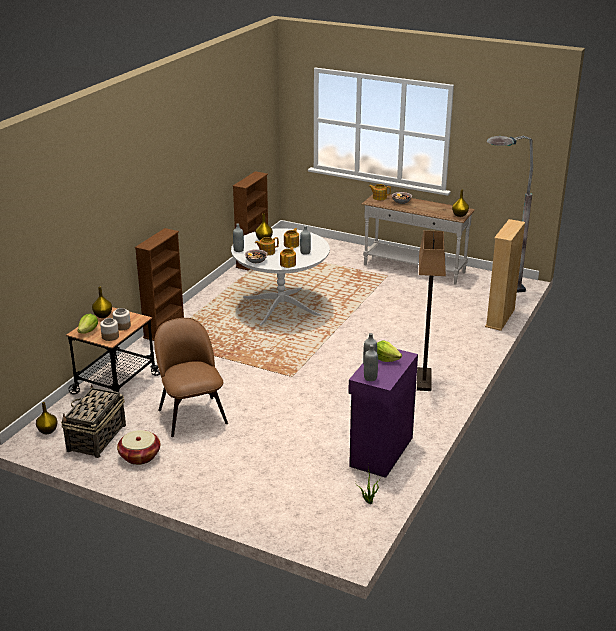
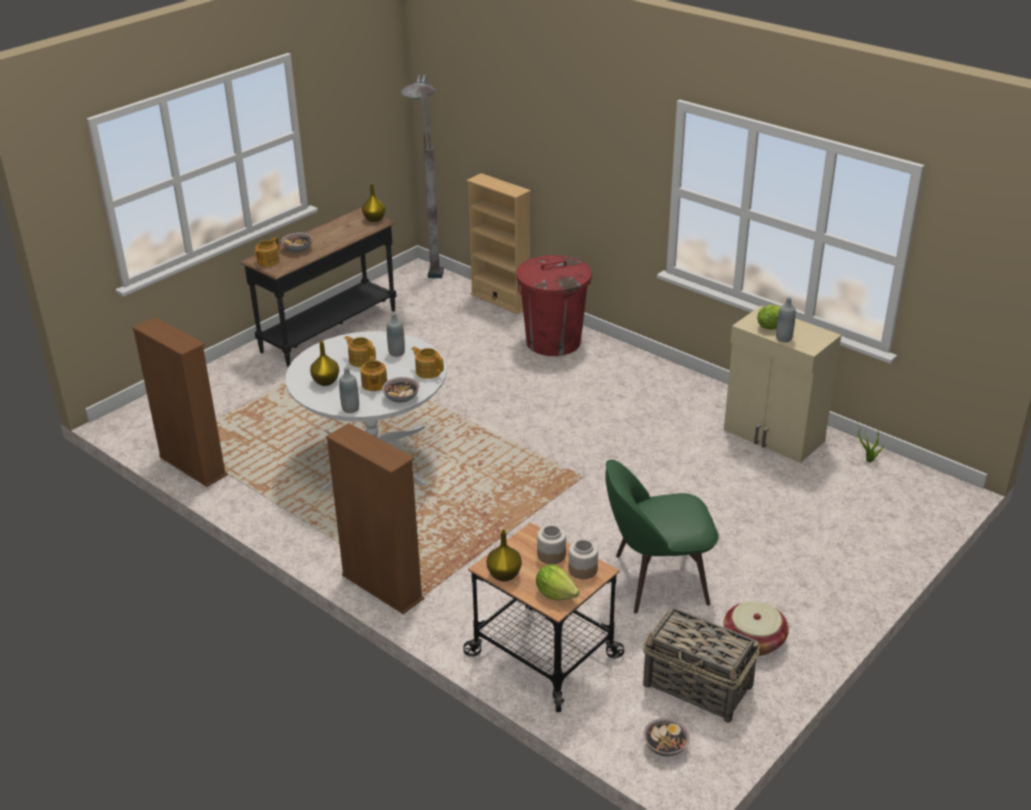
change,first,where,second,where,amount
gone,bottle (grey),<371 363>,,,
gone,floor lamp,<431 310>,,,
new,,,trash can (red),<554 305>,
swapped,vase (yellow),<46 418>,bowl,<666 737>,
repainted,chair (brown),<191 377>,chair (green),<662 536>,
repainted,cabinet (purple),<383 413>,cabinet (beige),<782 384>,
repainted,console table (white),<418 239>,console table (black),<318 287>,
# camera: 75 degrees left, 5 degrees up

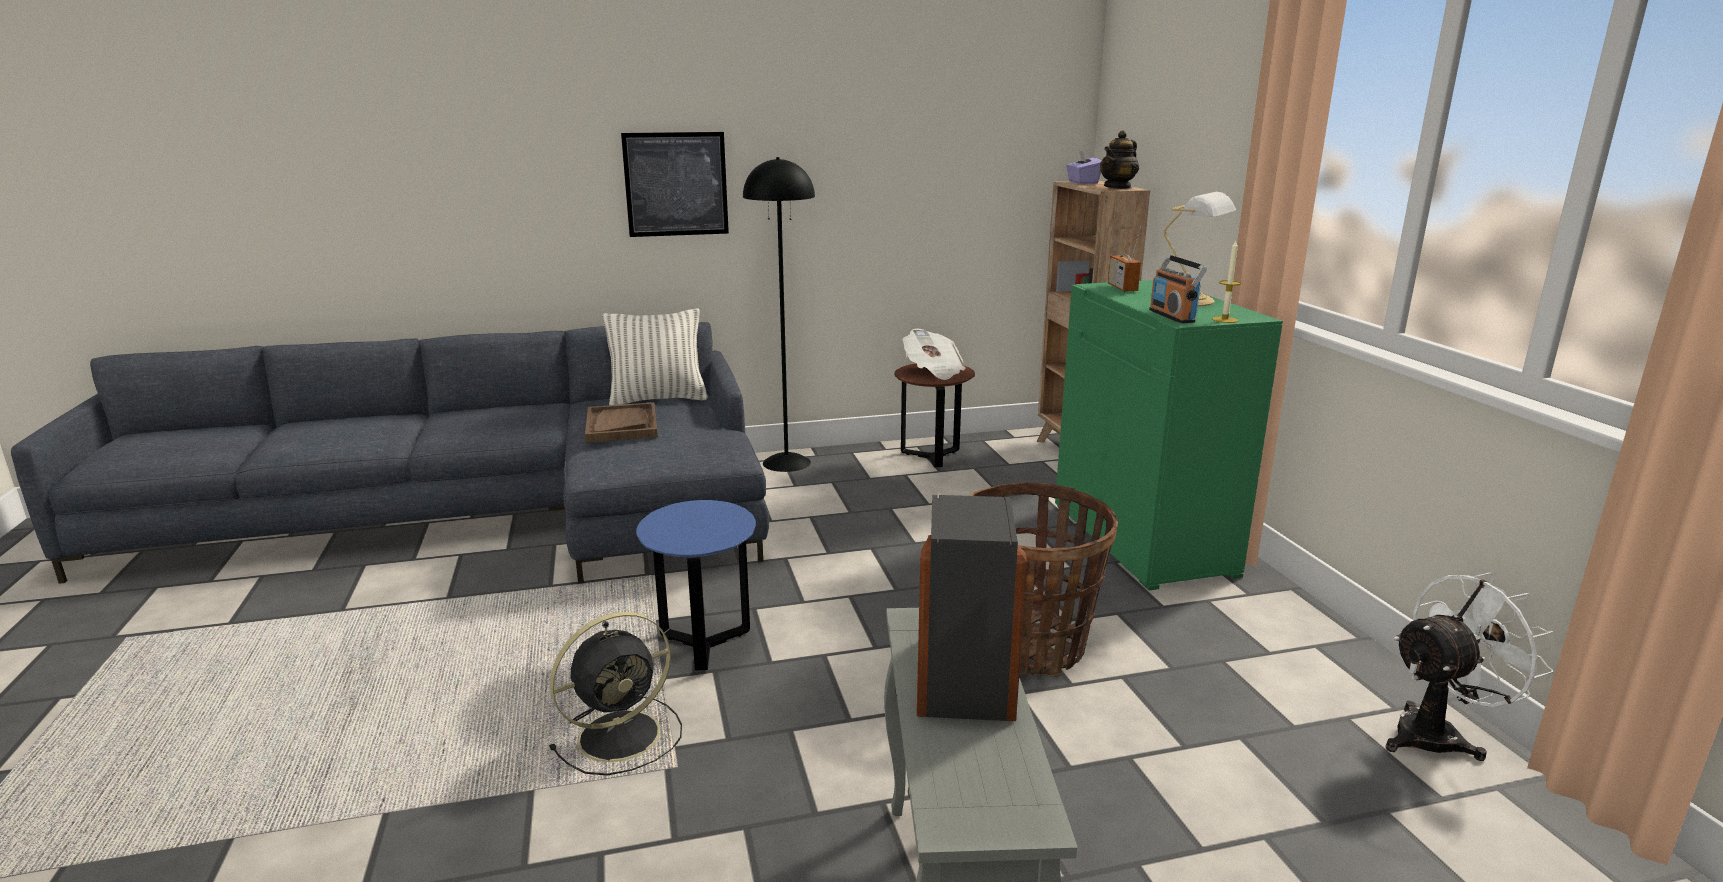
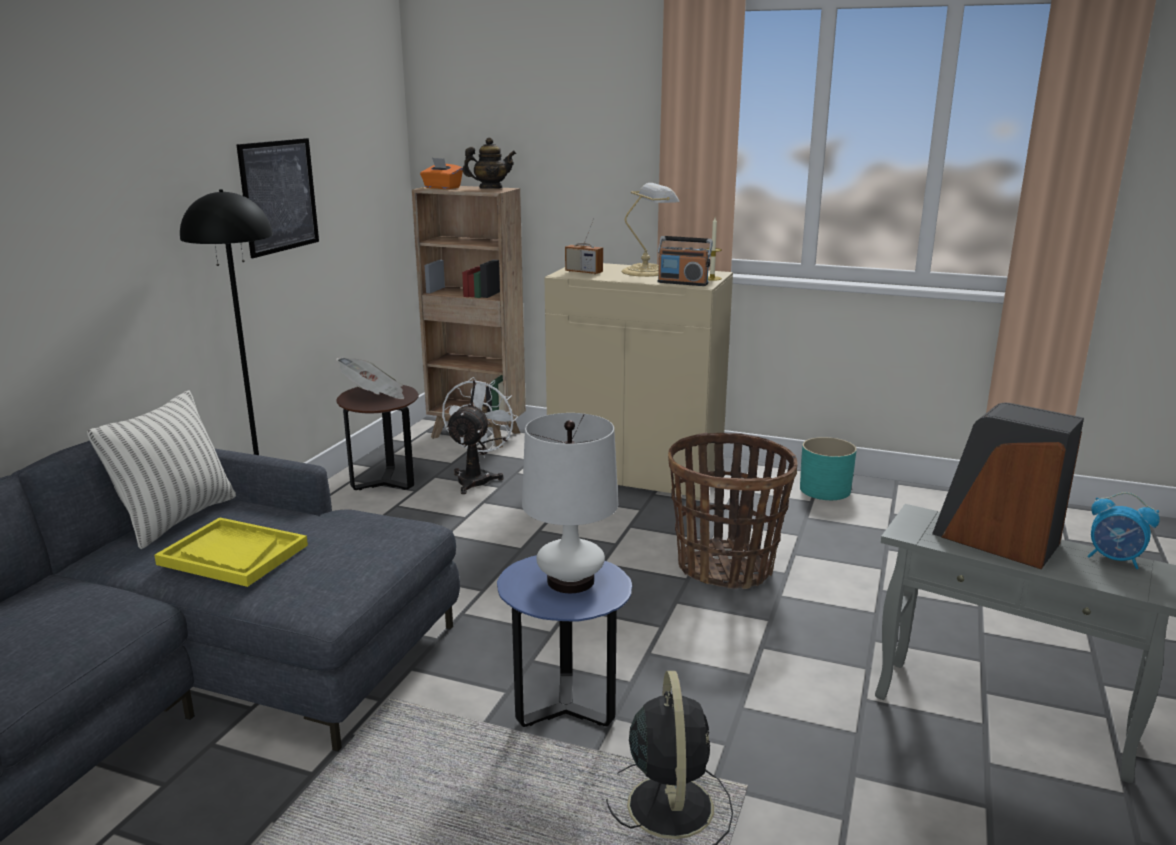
change,first,where,second,where,amount
new,,,table lamp (white),<570 503>,
new,,,planter (turquoise),<828 468>,
new,,,alarm clock,<1123 530>,
shifted,picture,<675 184>,,<277 198>,
shifted,fan (white),<1469 666>,,<480 435>,
repainted,tray (brown),<621 422>,tray (yellow),<231 552>,
repainted,cabinet (green),<1169 435>,cabinet (beige),<639 381>,
repainted,tissue box (purple),<1083 167>,tissue box (orange),<441 173>,
rotated,teapot,<1119 159>,,<489 163>,90 degrees counterclockwise
# camera: 55 degrees left, 0 degrees up

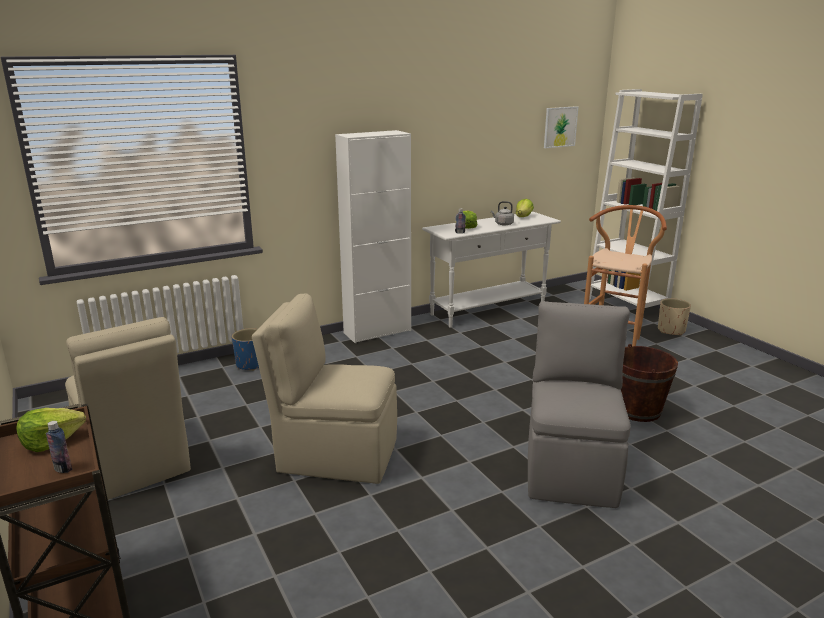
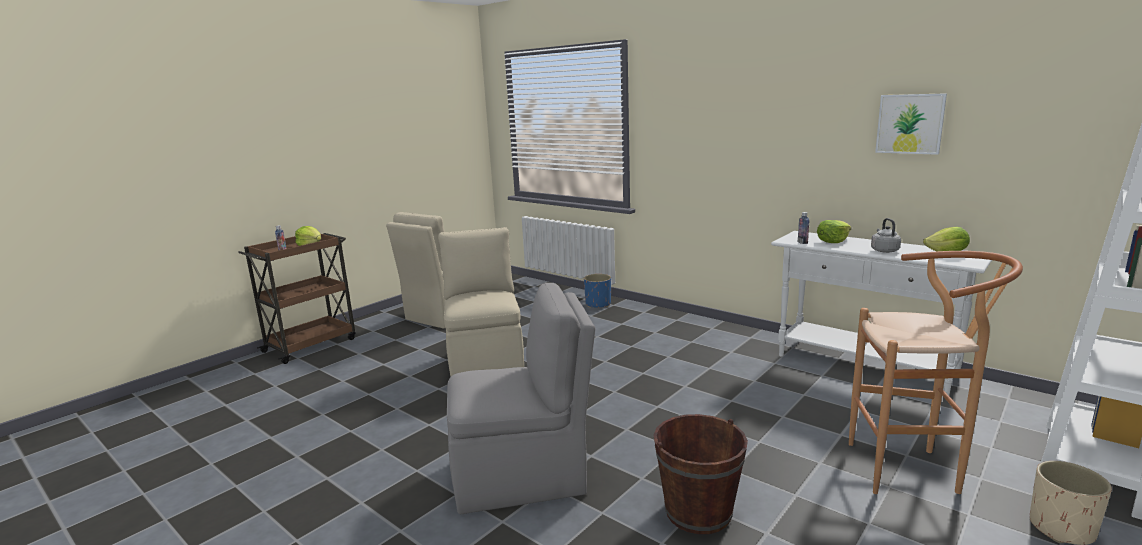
change,first,where,second,where,amount
gone,cabinet (white),<373 236>,,,
shifted,picture,<561 127>,,<911 124>,
# camera: 70 degrees right, 5 degrees down

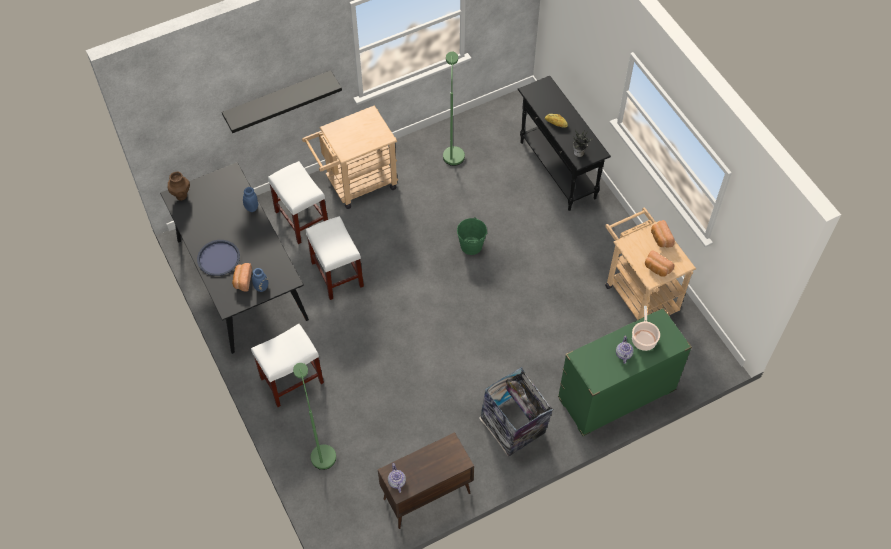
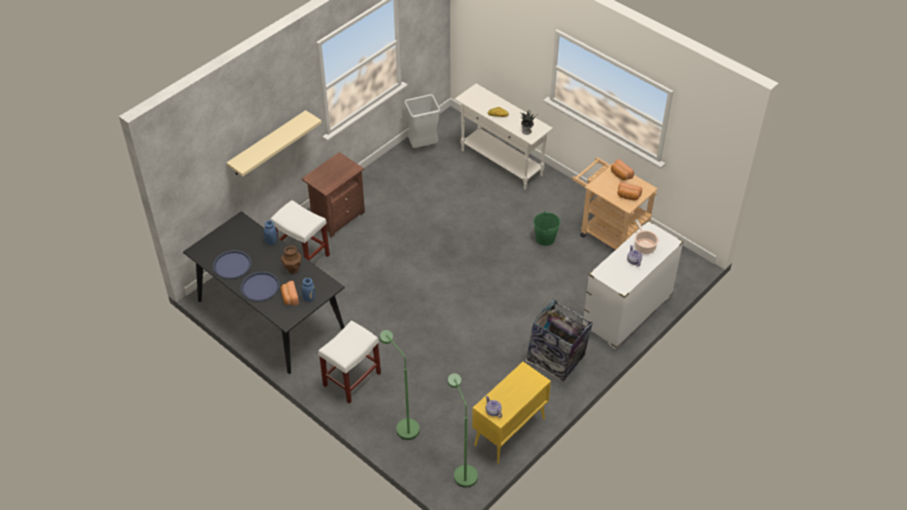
change,first,where,second,where,amount
gone,stool (white),<335 258>,,,
new,,,tray (blue),<232 264>,
new,,,trash can (grey),<422 121>,
shifted,vase (brown),<179 186>,,<291 260>,
shifted,floor lamp (green),<454 109>,,<462 430>,
shifted,bucket (green),<472 236>,,<547 228>,
swapped,cart (beige),<350 157>,nightstand (brown),<333 194>,
repainted,shelf (black),<282 101>,shelf (beige),<274 143>,
repainted,cabinet (brown),<426 480>,cabinet (yellow),<511 413>,
repainted,console table (black),<564 143>,console table (white),<504 136>,
repainted,dresser (green),<625 372>,dresser (white),<632 285>,
# camera: 20 degrees left, 10 degrees down

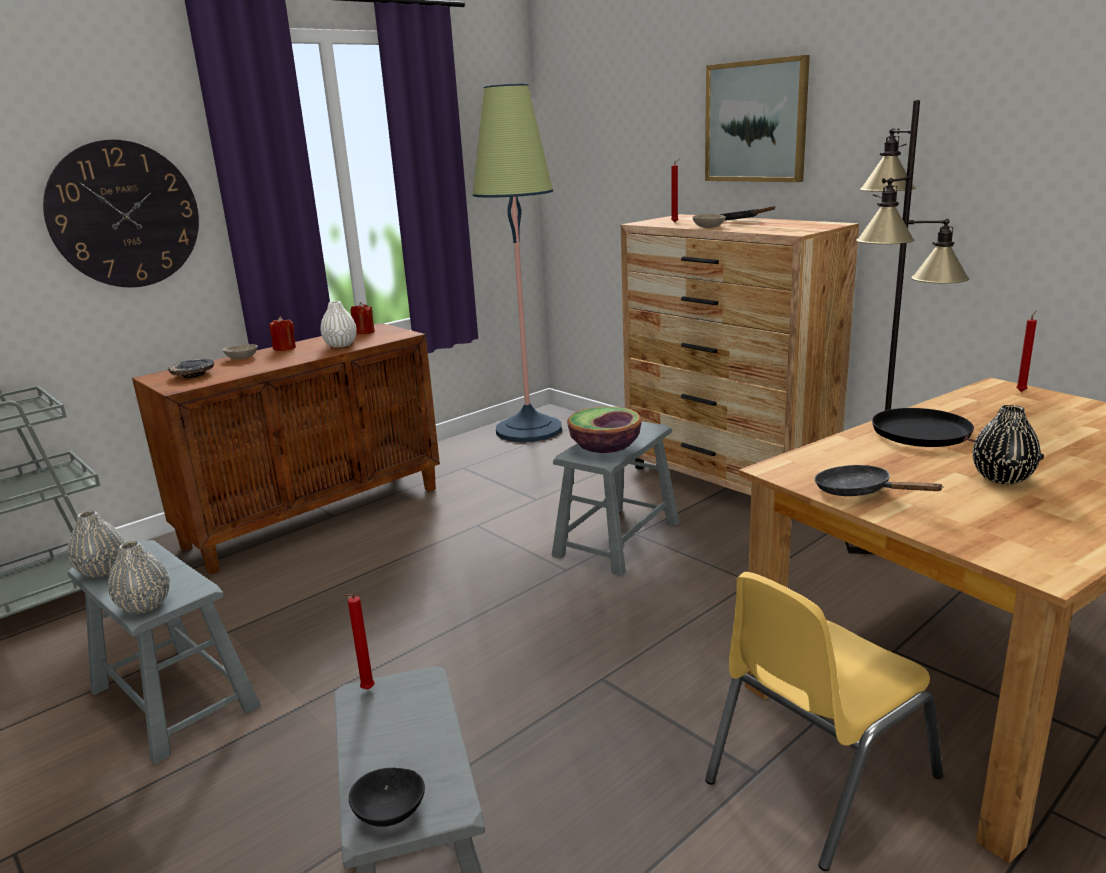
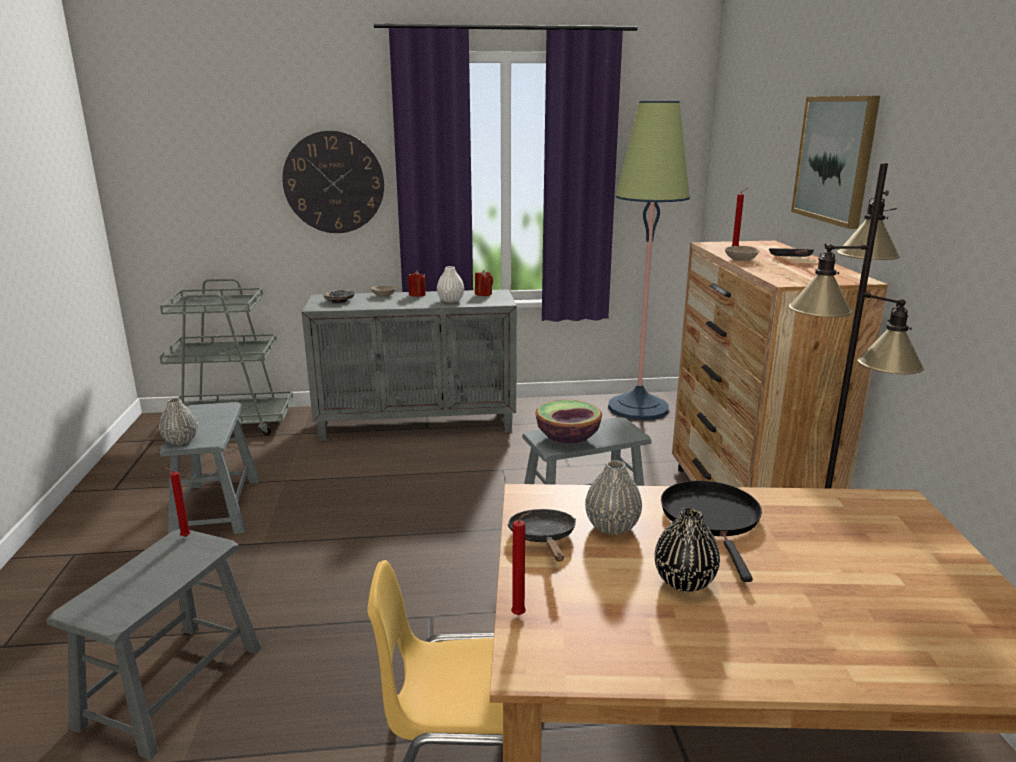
change,first,where,second,where,amount
gone,bowl (black),<387 797>,,,
shifted,vase (grey),<95 543>,,<613 497>,
shifted,candle (red),<1026 351>,,<521 563>,
repainted,cabinet (brown),<286 449>,cabinet (grey),<409 365>,
# camera: 35 degrees right, 0 degrees up

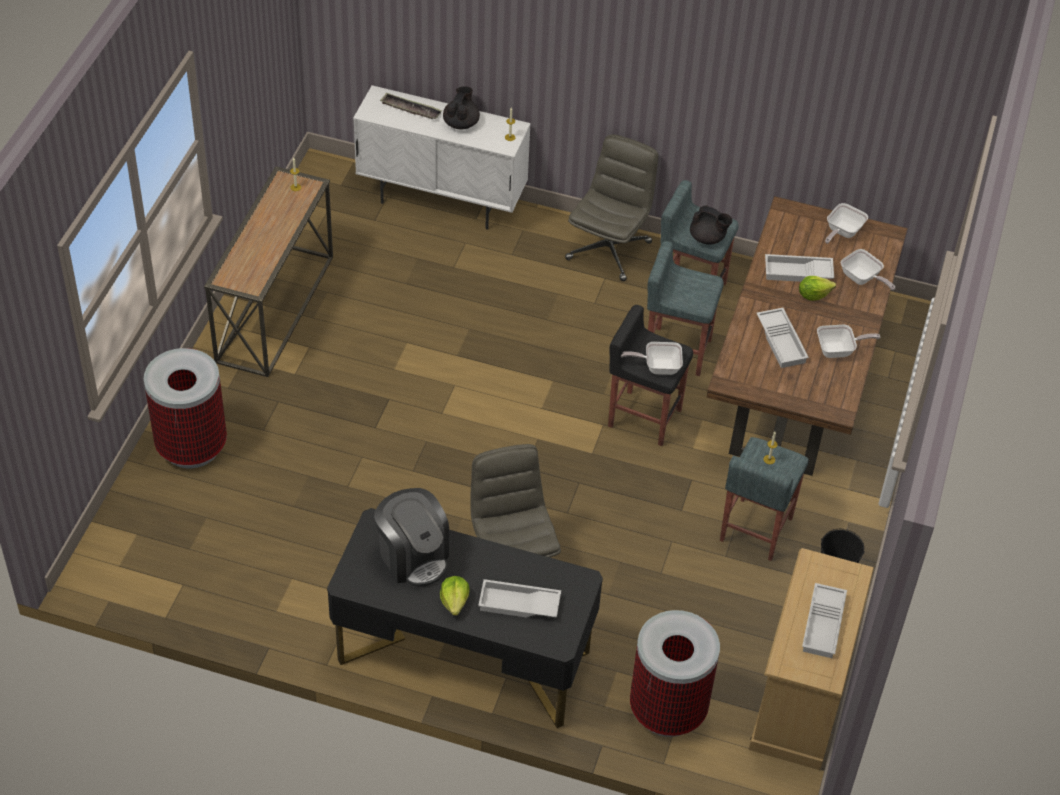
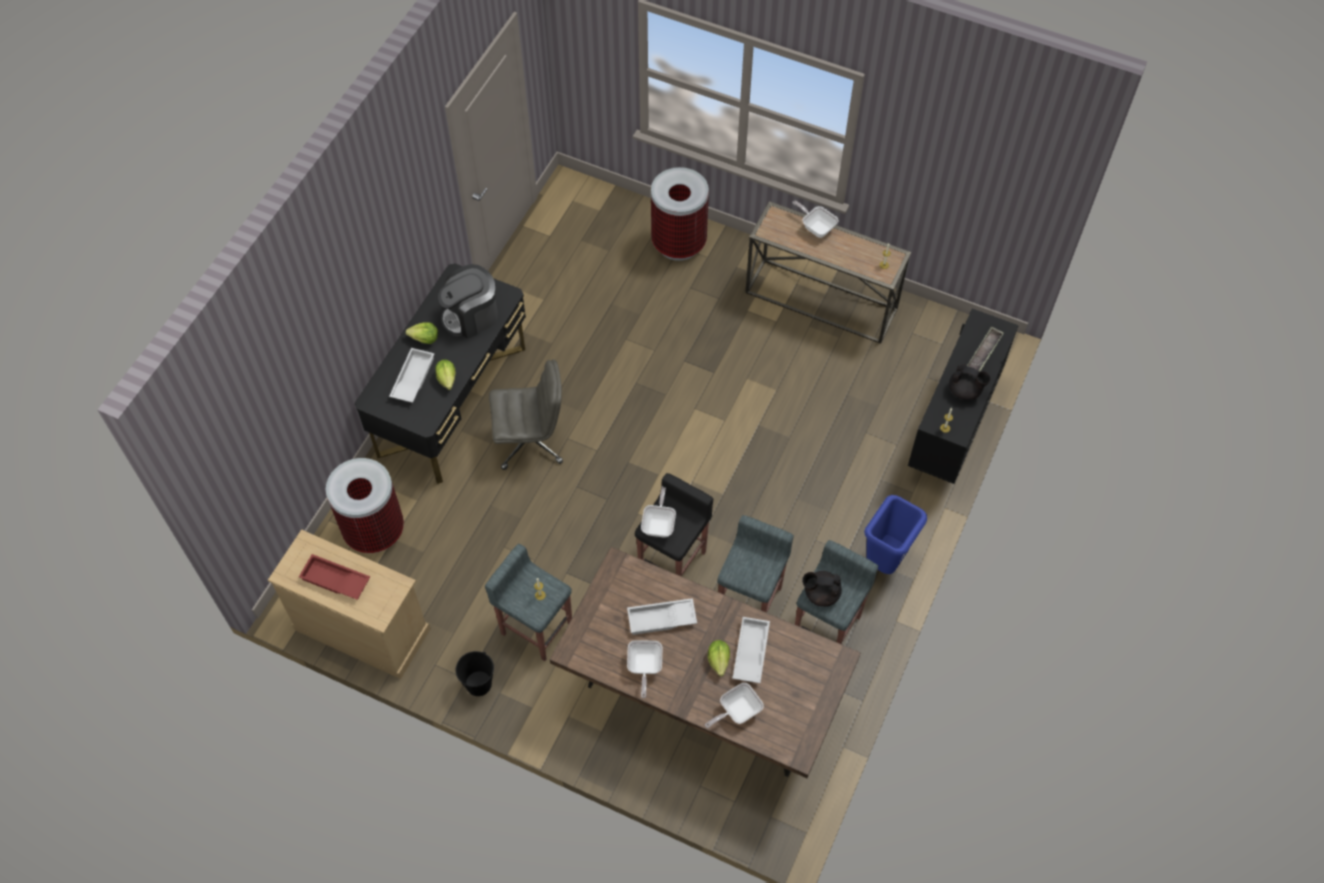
change,first,where,second,where,amount
new,,,lettuce,<445 375>,
shifted,frying pan,<846 223>,,<815 219>,
swapped,office chair (grey),<611 207>,trash can (blue),<895 534>,
repainted,cabinet (white),<442 157>,cabinet (black),<963 396>,
repainted,tray (white),<824 620>,tray (red),<334 577>,
rotated,teapot (black),<711 225>,,<822 589>,60 degrees clockwise
# camera: 100 degrees right, 10 degrees up

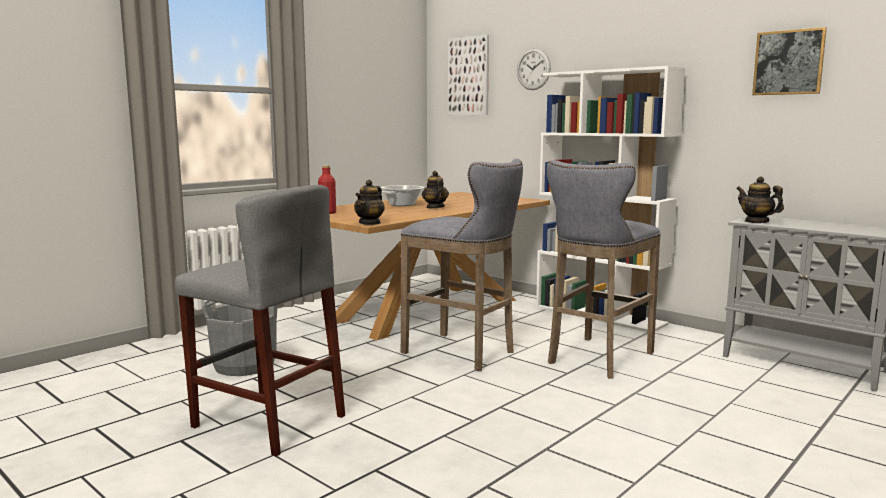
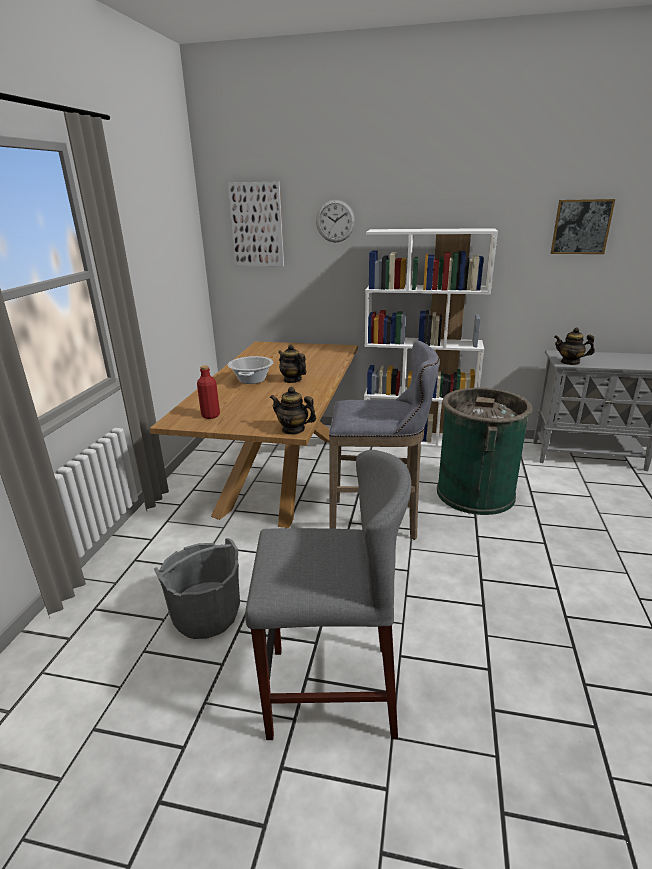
change,first,where,second,where,amount
swapped,stool (grey),<604 269>,trash can (green),<484 451>,
rotated,teapot,<369 202>,,<293 411>,120 degrees clockwise
# camera: 30 degrees left, 15 degrees up

